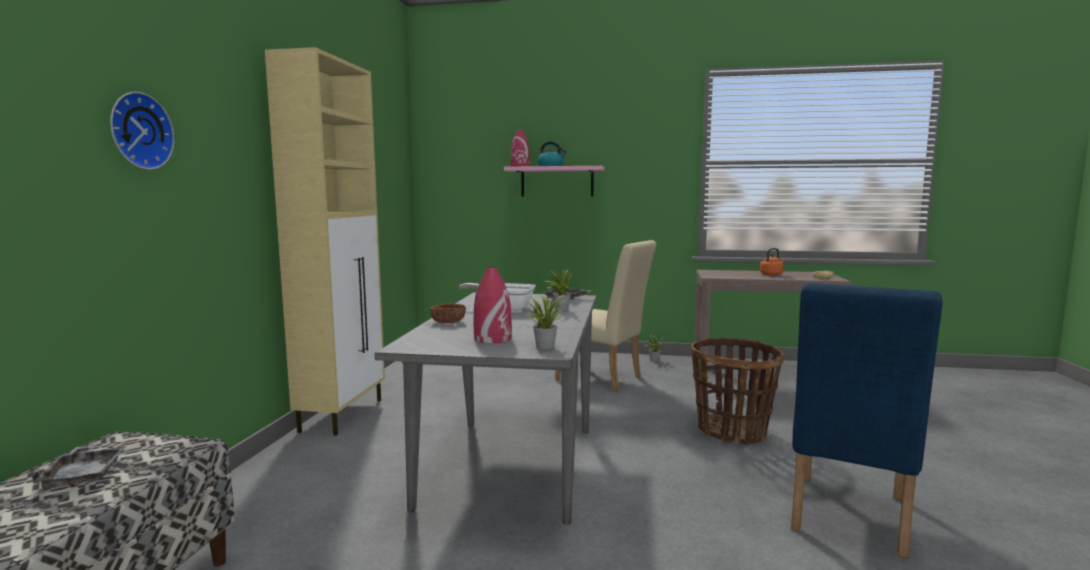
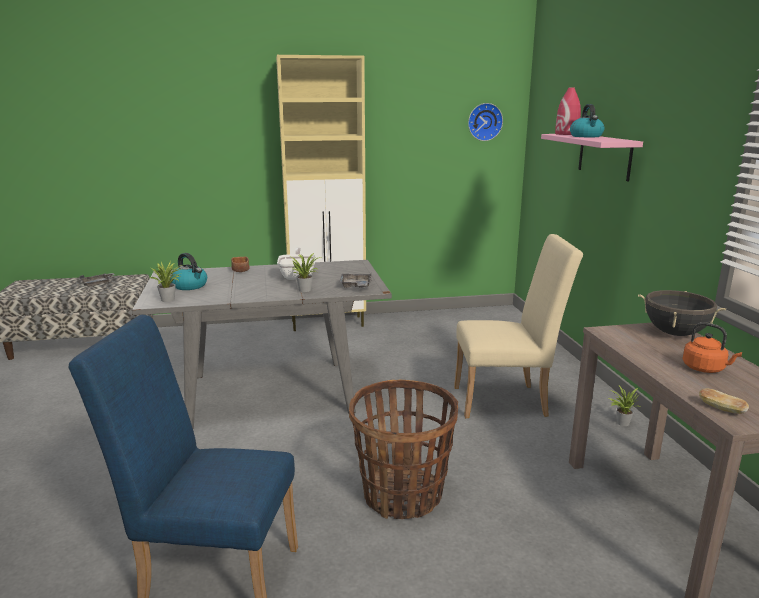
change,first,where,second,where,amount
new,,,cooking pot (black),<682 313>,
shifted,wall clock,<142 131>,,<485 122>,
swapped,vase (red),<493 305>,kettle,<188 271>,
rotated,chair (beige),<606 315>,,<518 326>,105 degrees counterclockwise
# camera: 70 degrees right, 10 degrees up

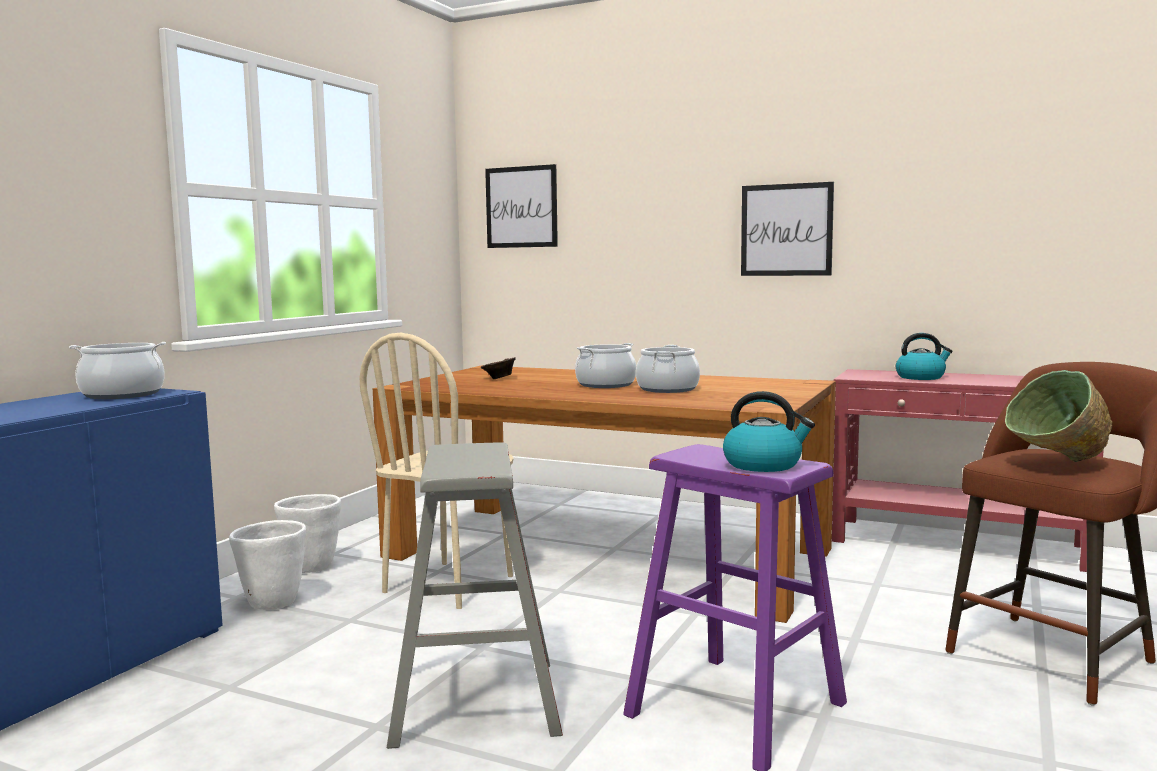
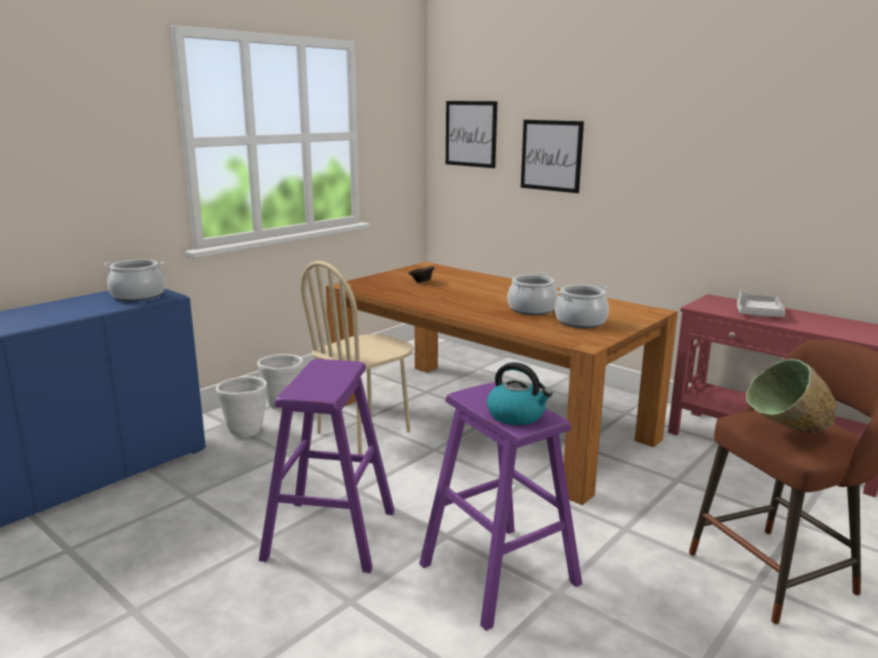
change,first,where,second,where,amount
shifted,cooking pot,<605 365>,,<582 306>,
shifted,picture,<787 229>,,<552 156>,
swapped,kettle,<924 356>,tray (grey),<761 304>,
repainted,stool (grey),<475 596>,stool (purple),<327 466>,
# camera: 15 degrees right, 10 degrees up

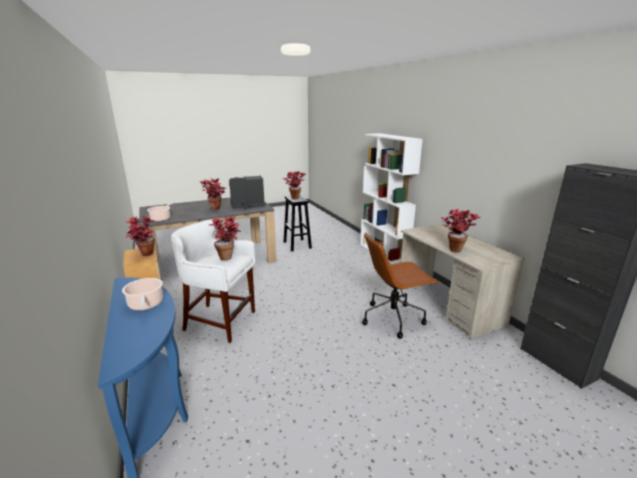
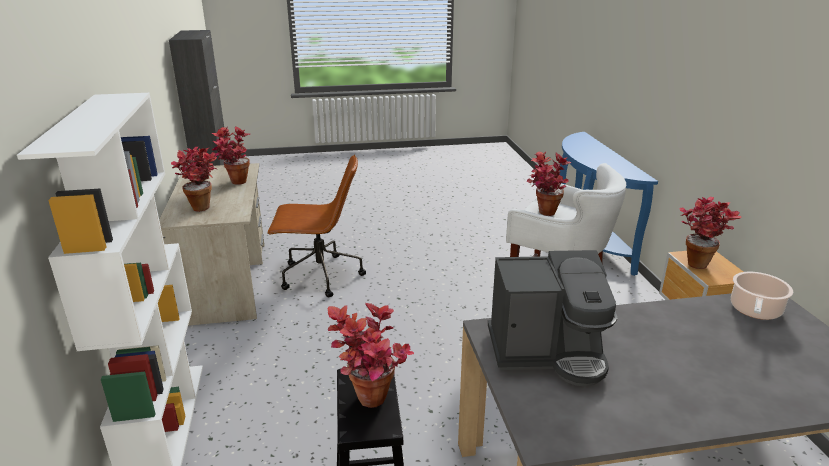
change,first,where,second,where,amount
gone,cooking pot,<142 294>,,,
shifted,potted plant,<213 194>,,<194 179>,
# camera: 165 degrees left, 5 degrees up

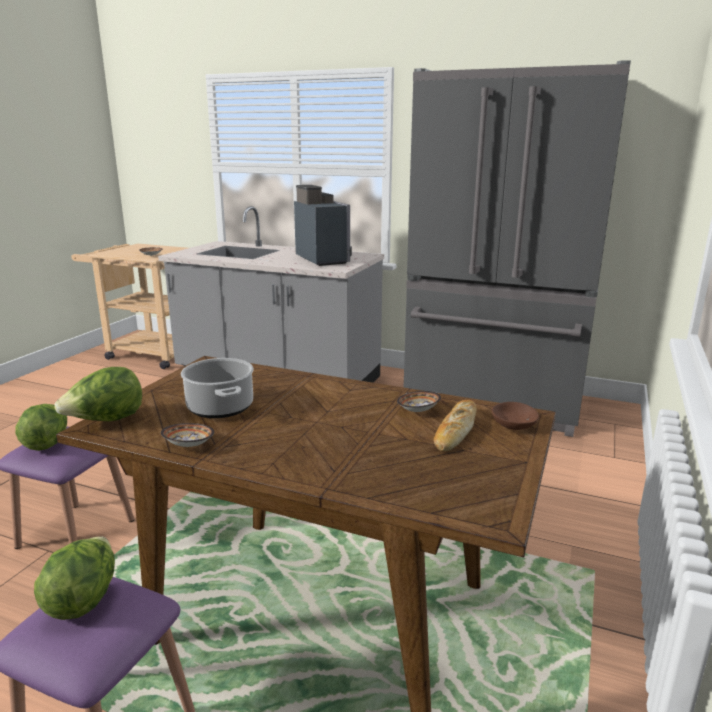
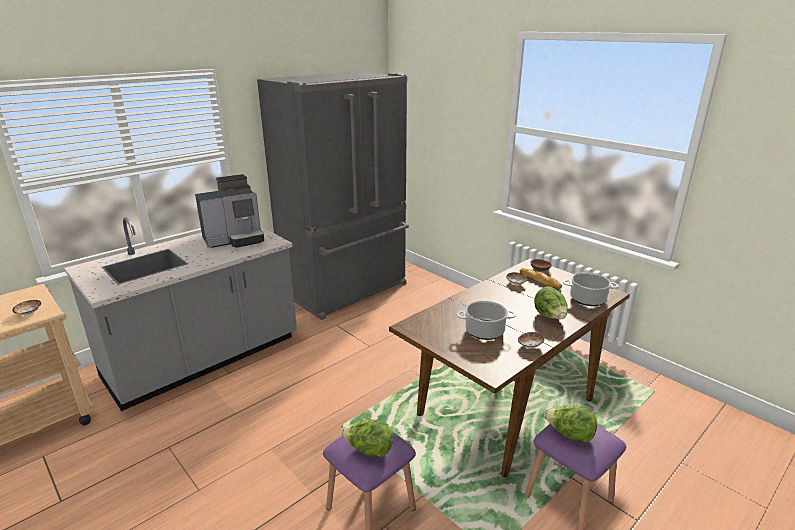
change,first,where,second,where,amount
new,,,cooking pot,<591 289>,
shifted,lettuce,<98 394>,,<551 303>,
rotated,coffee machine,<323 225>,,<229 211>,150 degrees clockwise
# camera: 65 degrees left, 5 degrees up

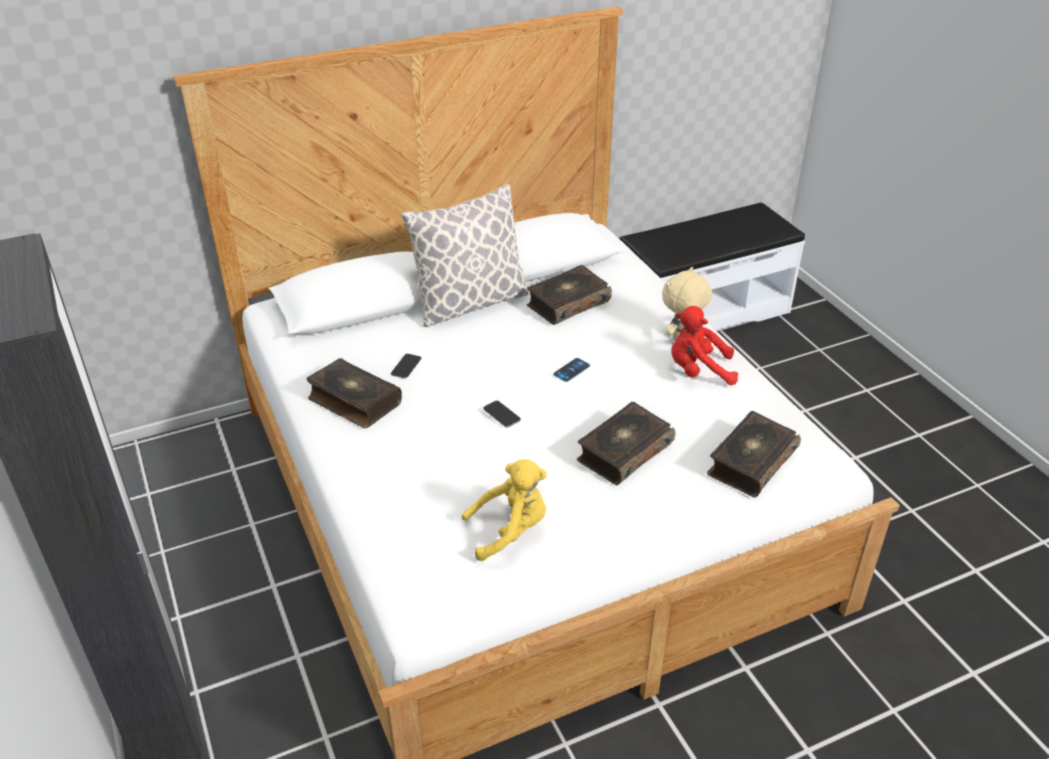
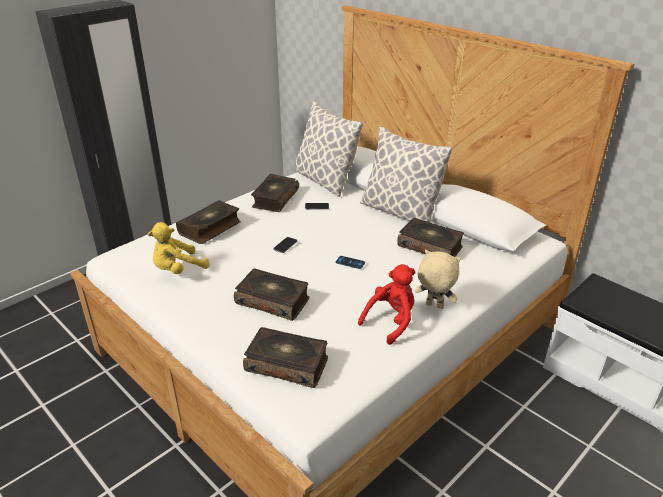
change,first,where,second,where,amount
new,,,book,<208 222>,
new,,,pillow,<329 149>,
rotated,plush toy (yellow),<504 510>,,<179 248>,90 degrees clockwise
rotated,plush toy (red),<704 345>,,<386 304>,60 degrees clockwise
# camera: 70 degrees right, 5 degrees down

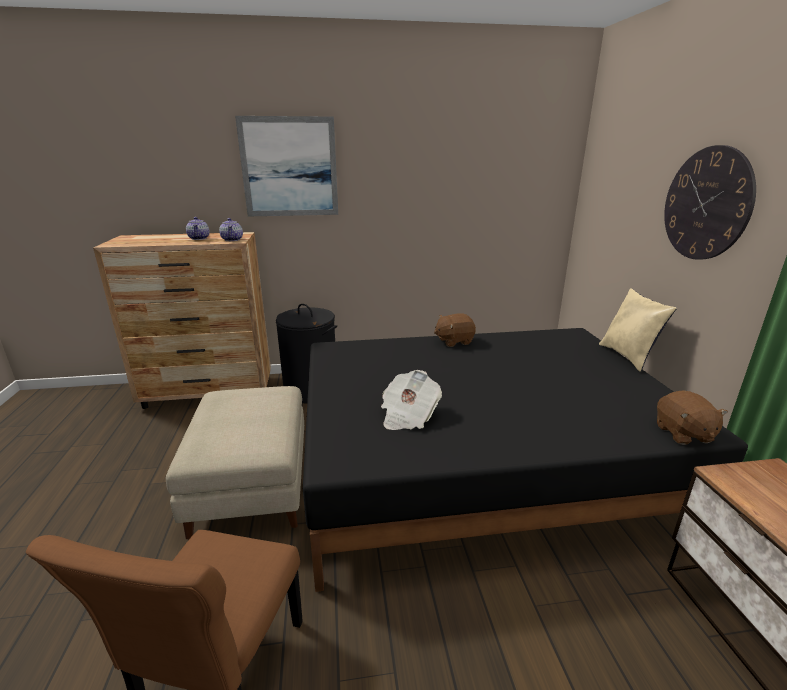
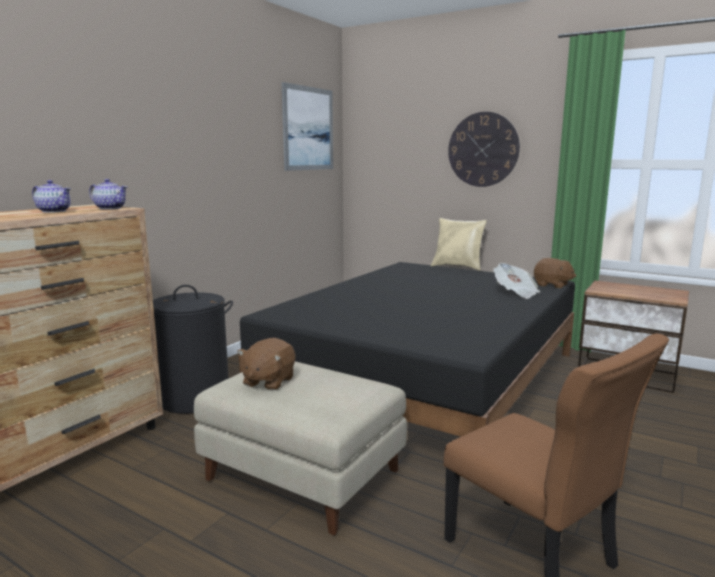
change,first,where,second,where,amount
shifted,picture,<286 166>,,<307 126>,
shifted,newspaper,<411 400>,,<516 281>,
shifted,plush toy (brown),<455 330>,,<266 364>,
# camera: 50 degrees left, 10 degrees down

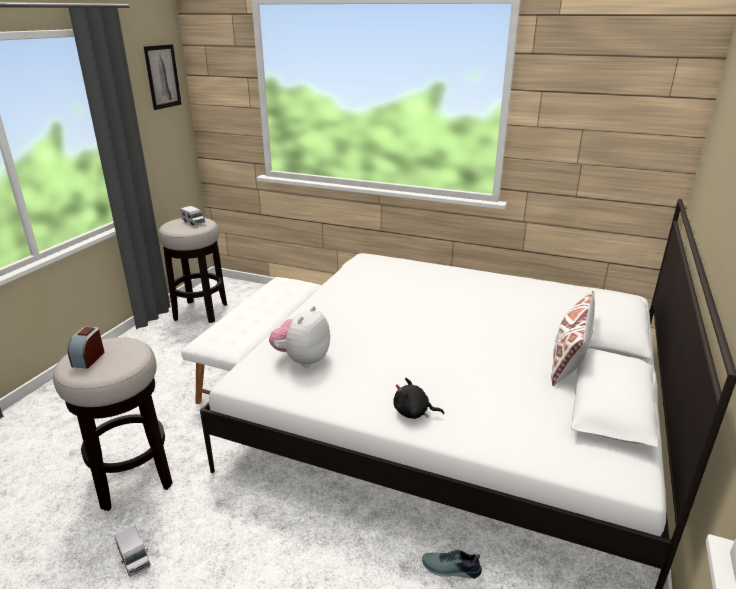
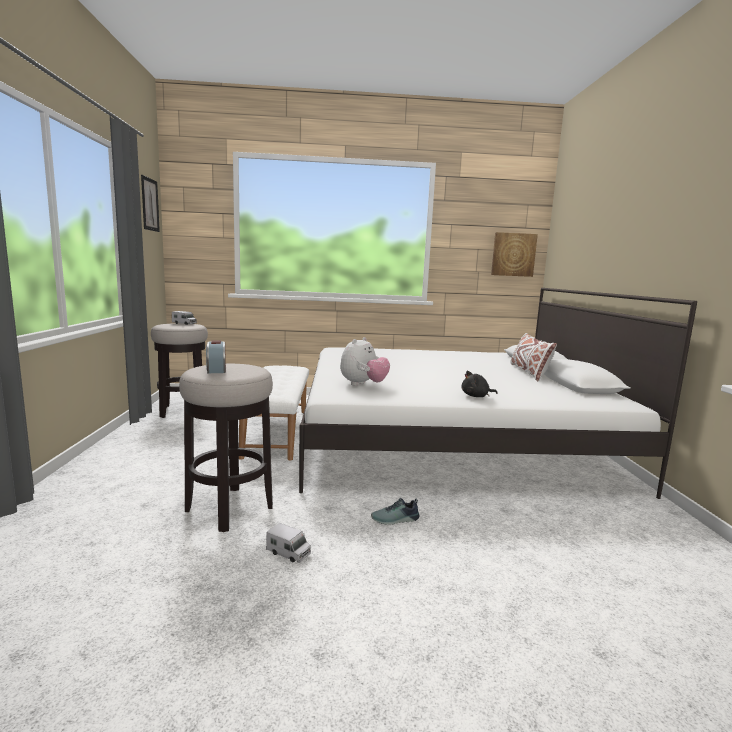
change,first,where,second,where,amount
new,,,picture,<514 254>,
shifted,shoe,<452 564>,,<395 511>,
rotated,plush toy,<299 336>,,<365 361>,150 degrees counterclockwise
# camera: 25 degrees left, 15 degrees down

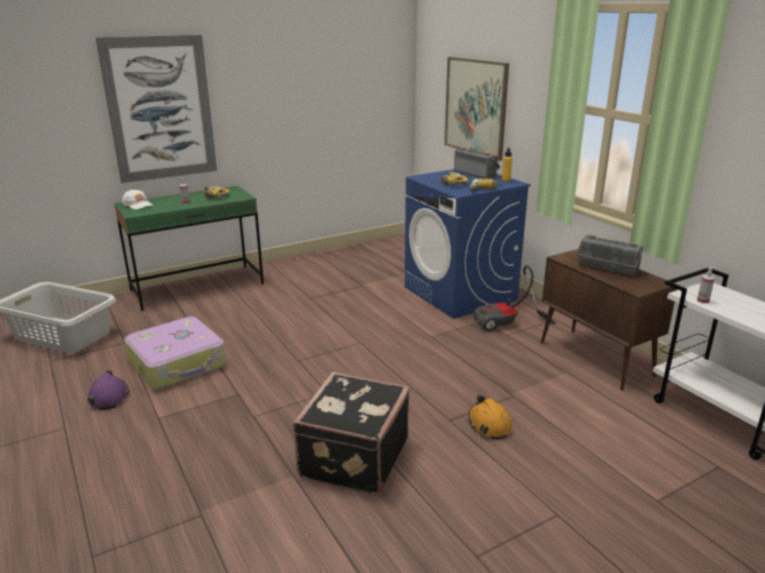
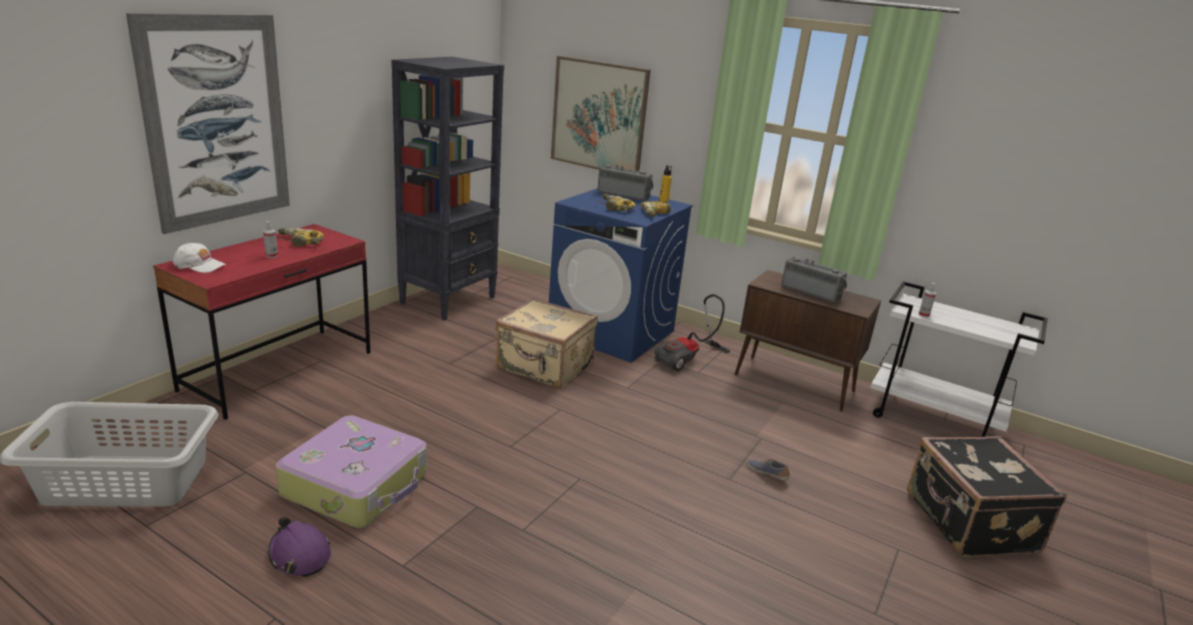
change,first,where,second,where,amount
new,,,bookcase (black),<447 189>,
new,,,suitcase (beige),<547 343>,
shifted,suitcase (black),<351 434>,,<987 497>,
swapped,hard hat (orange),<490 417>,shoe,<768 469>,
repainted,desk (green),<189 248>,desk (red),<261 322>,
rotated,radio,<609 255>,,<814 280>,150 degrees counterclockwise
# camera: 30 degrees left, 0 degrees up

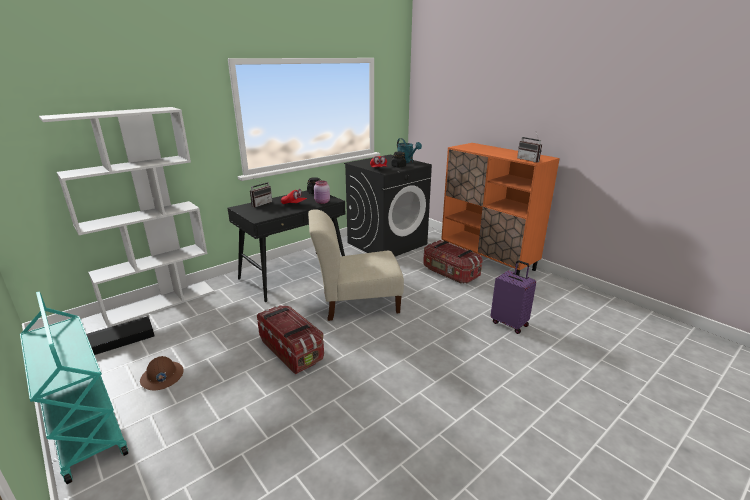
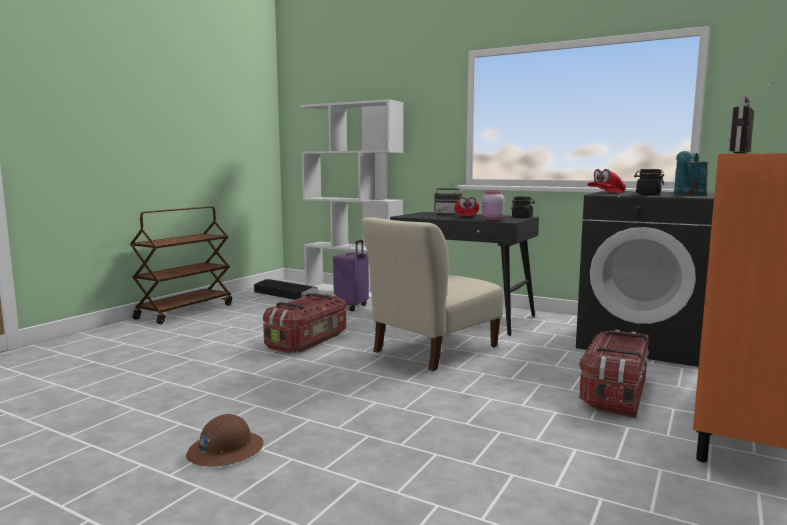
change,first,where,second,where,amount
shifted,hard hat (brown),<162 373>,,<224 440>,
shifted,suitcase (purple),<513 297>,,<351 275>,
repainted,cart (turquoise),<74 387>,cart (brown),<181 265>,
rotated,chair (beige),<356 265>,,<432 294>,105 degrees counterclockwise
# camera: 70 degrees right, 15 degrees down

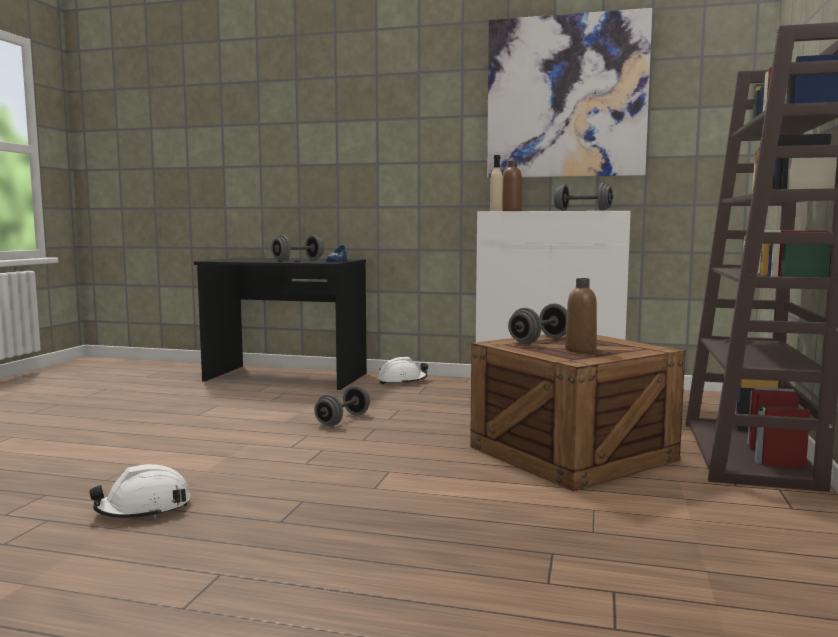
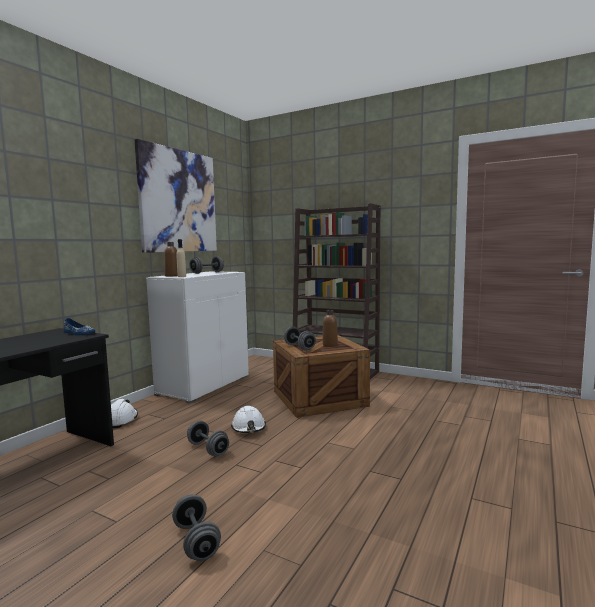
change,first,where,second,where,amount
shifted,hard hat (white),<139 491>,,<248 419>,
shifted,dumbbell (grey),<297 248>,,<196 528>,
# camera: 75 degrees left, 0 degrees up

